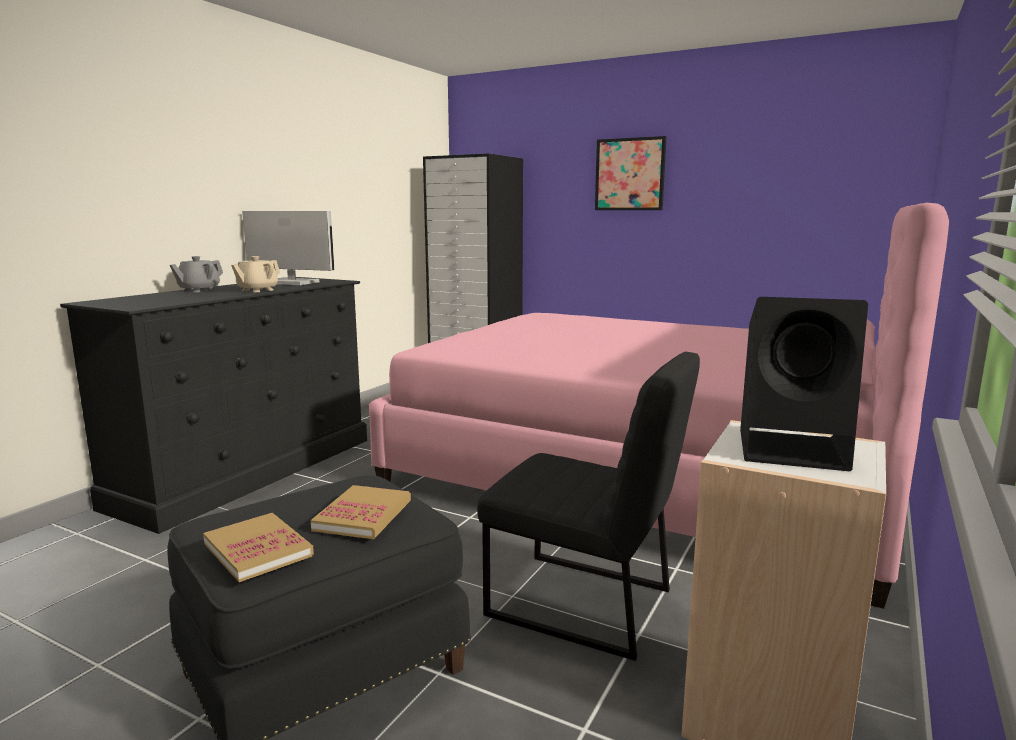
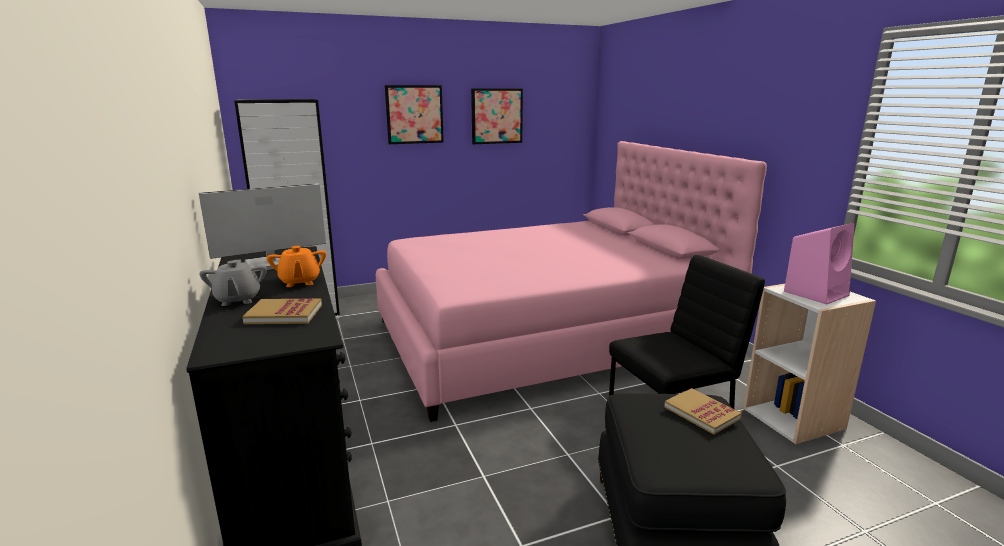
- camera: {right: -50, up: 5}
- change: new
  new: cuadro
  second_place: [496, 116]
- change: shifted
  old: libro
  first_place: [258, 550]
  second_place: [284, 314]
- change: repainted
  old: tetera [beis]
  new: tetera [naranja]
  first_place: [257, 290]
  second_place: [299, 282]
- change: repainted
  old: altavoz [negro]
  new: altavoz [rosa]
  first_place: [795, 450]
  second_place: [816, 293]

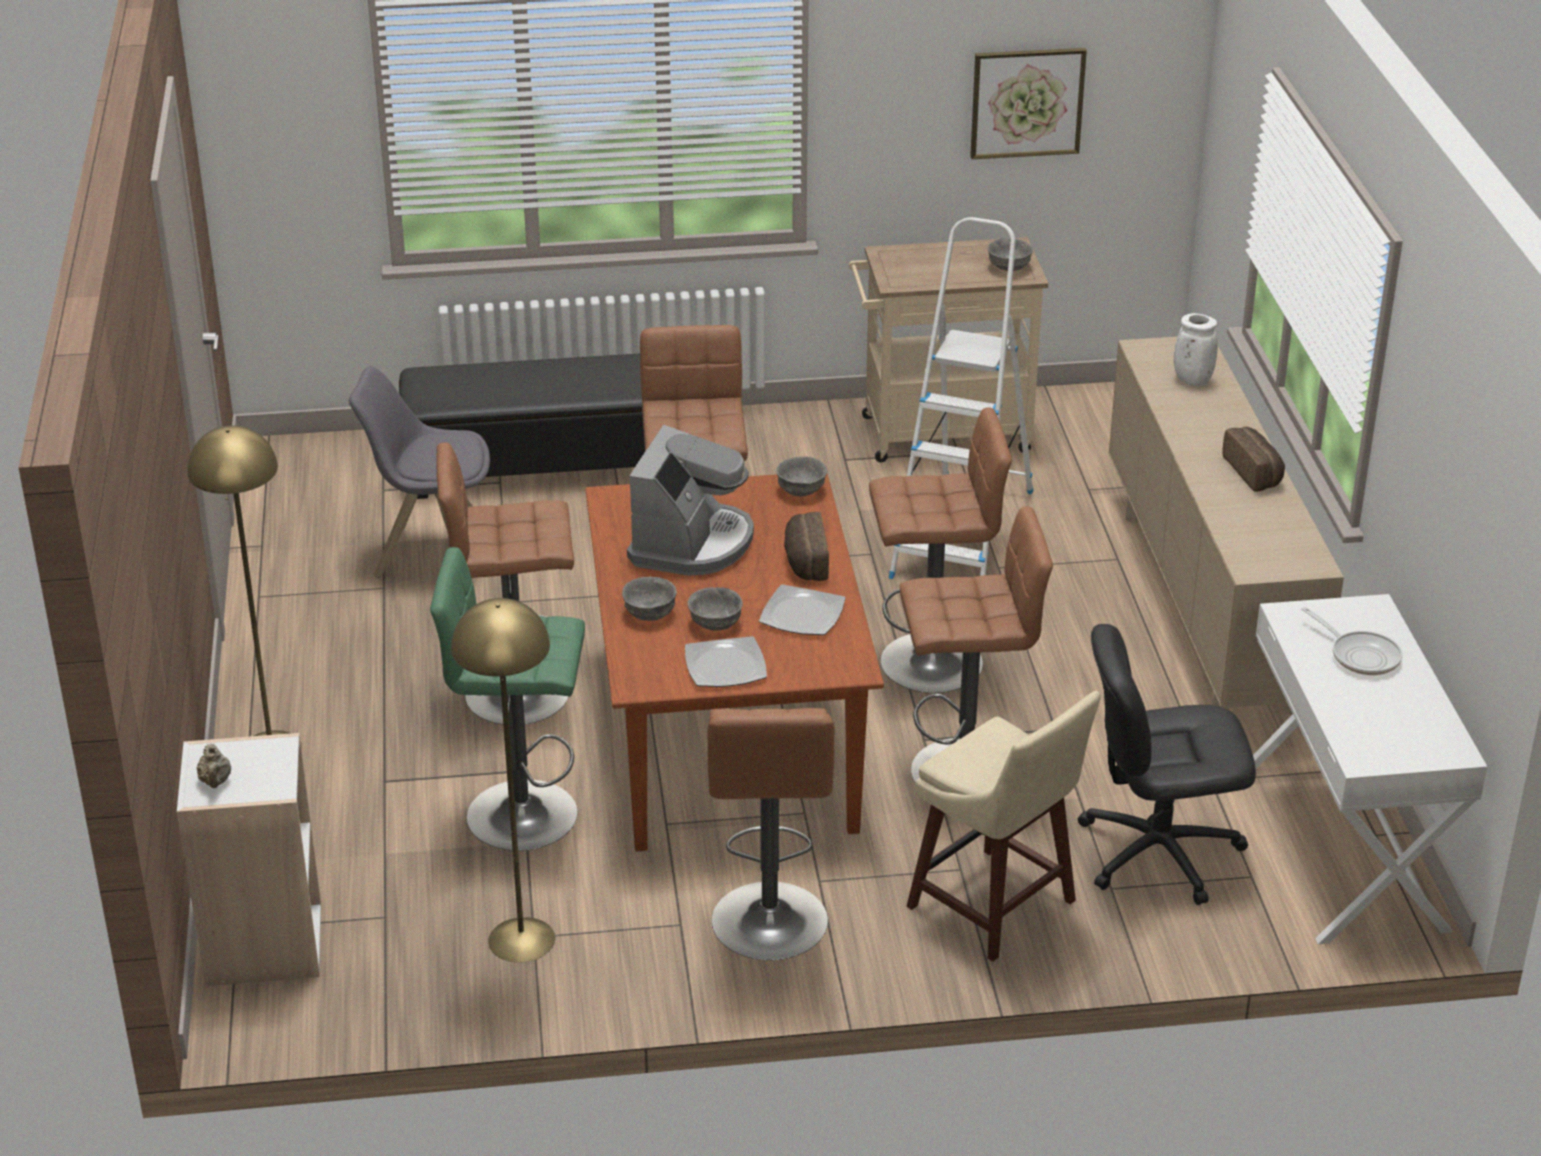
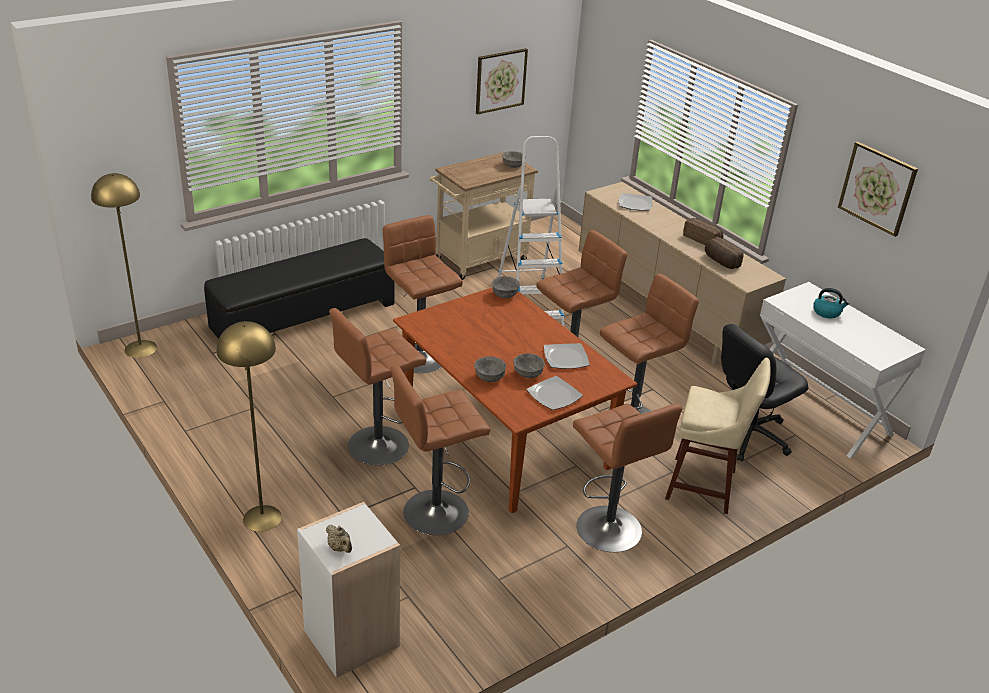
- camera: {right: -30, up: 0}
- change: gone
  old: silla [gris]
  first_place: [432, 555]
- change: gone
  old: cafetera
  first_place: [692, 543]
- change: new
  new: cuadro
  second_place: [877, 188]
- change: shifted
  old: lámpara de pie [amarillo]
  first_place: [521, 939]
  second_place: [140, 348]
- change: shifted
  old: pan
  first_place: [804, 561]
  second_place: [720, 261]
- change: swapped
  old: florero [blanco]
  new: plato
  first_place: [1191, 381]
  second_place: [635, 204]
- change: swapped
  old: sartén
  new: hervidor
  first_place: [1360, 655]
  second_place: [827, 312]
- change: repainted
  old: taburete [verde]
  new: taburete [marrón]
  first_place: [521, 814]
  second_place: [435, 512]

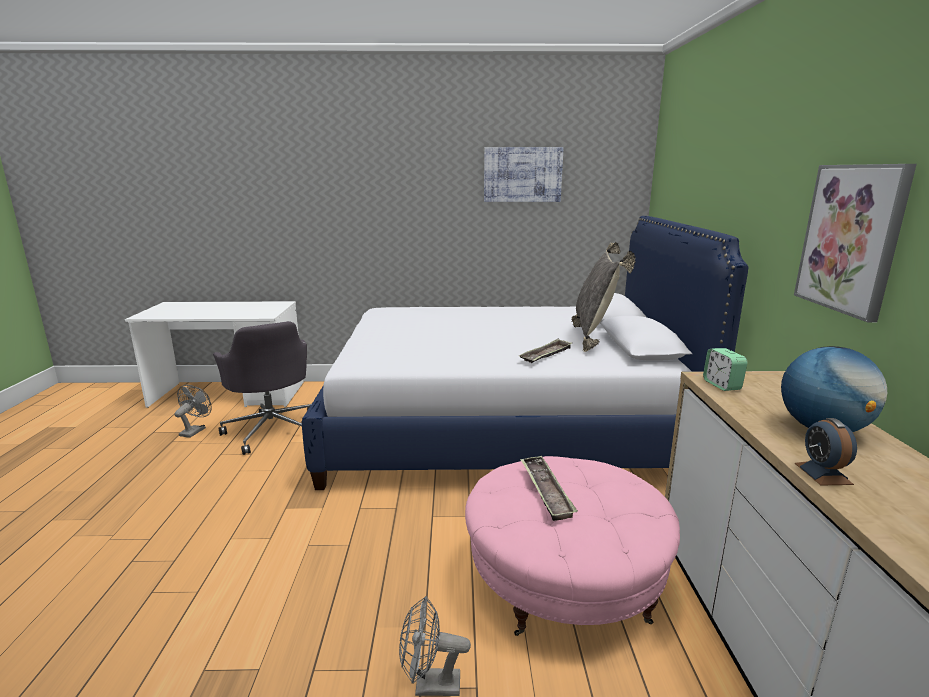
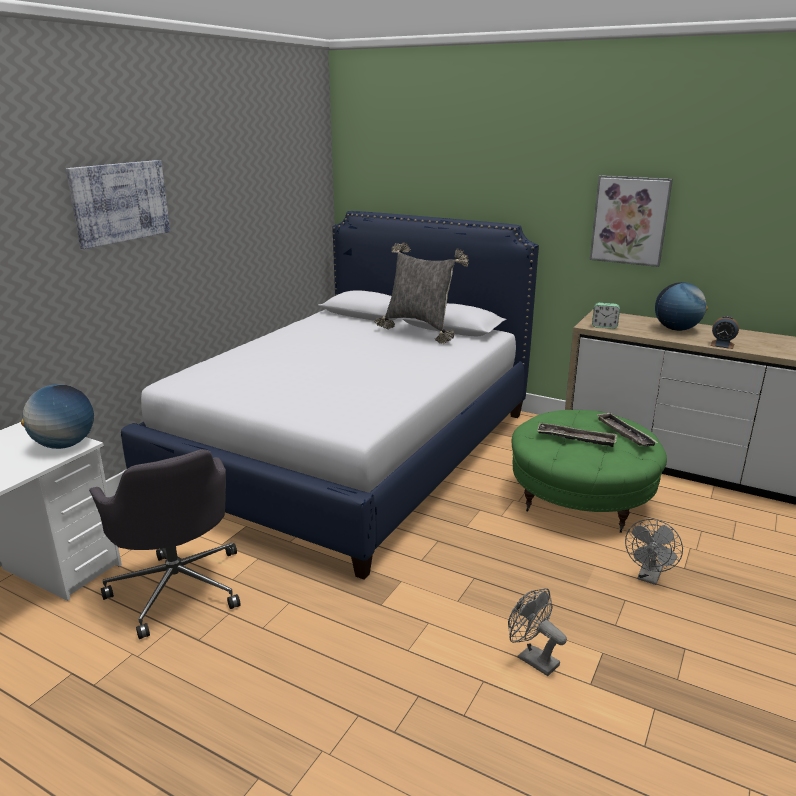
- camera: {right: -60, up: 5}
- change: new
  new: globo terráqueo
  second_place: [65, 445]
- change: shifted
  old: ventilador [gris]
  first_place: [195, 430]
  second_place: [532, 658]
- change: shifted
  old: cuadro
  first_place: [522, 175]
  second_place: [120, 202]
- change: shifted
  old: bandeja
  first_place: [546, 355]
  second_place: [624, 433]
- change: repainted
  old: puf [rosa]
  new: puf [verde]
  first_place: [564, 581]
  second_place: [581, 498]
- change: rotated
  old: silla de oficina [gris]
  first_place: [272, 429]
  second_place: [178, 586]
  degrees: 60

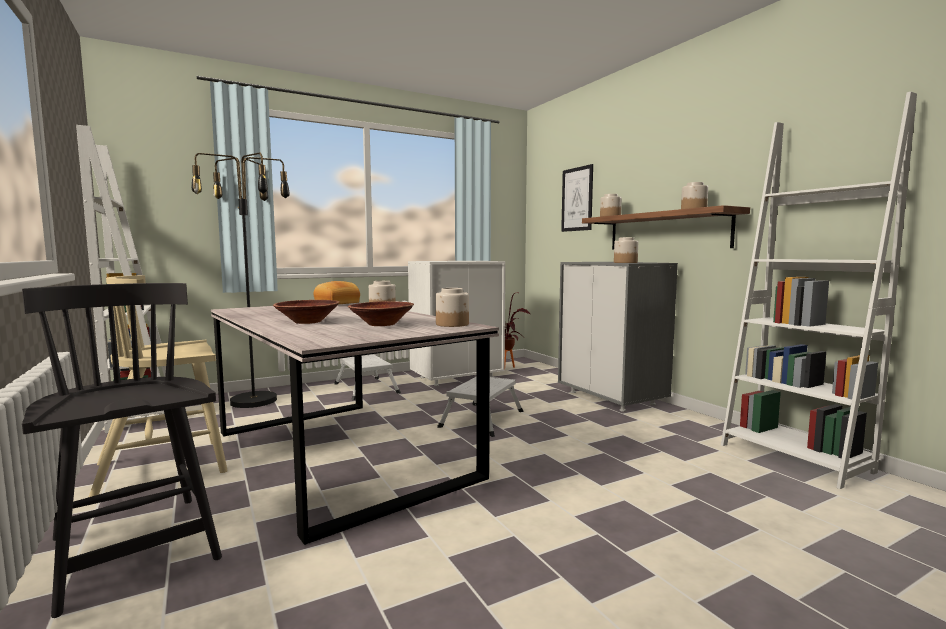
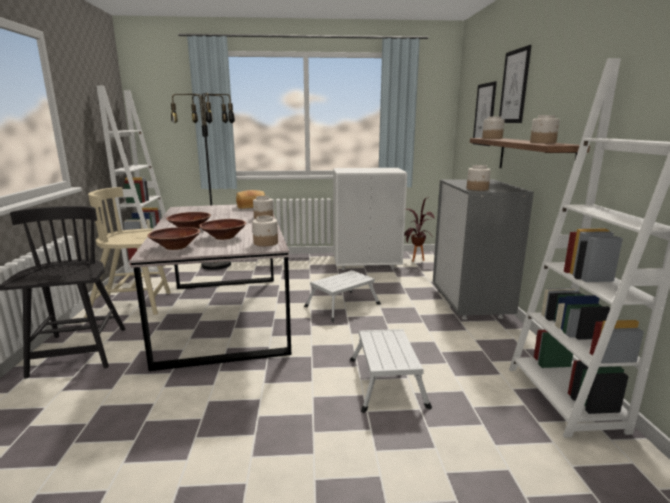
- camera: {right: 25, up: 10}
- change: new
  new: cuenco [marrón]
  second_place: [176, 247]
- change: new
  new: cuadro
  second_place: [514, 86]
- change: shifted
  old: escalera de tijera [blanco]
  first_place: [366, 388]
  second_place: [387, 382]

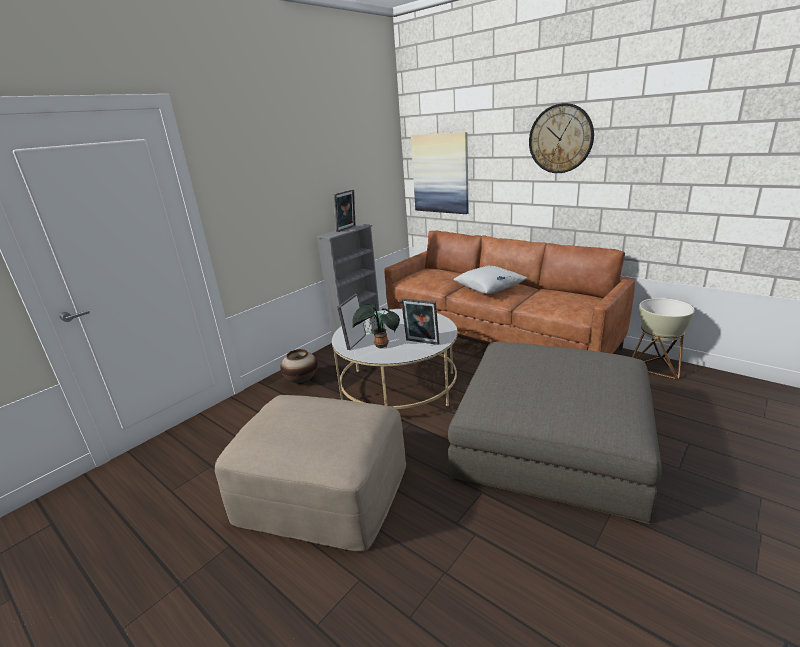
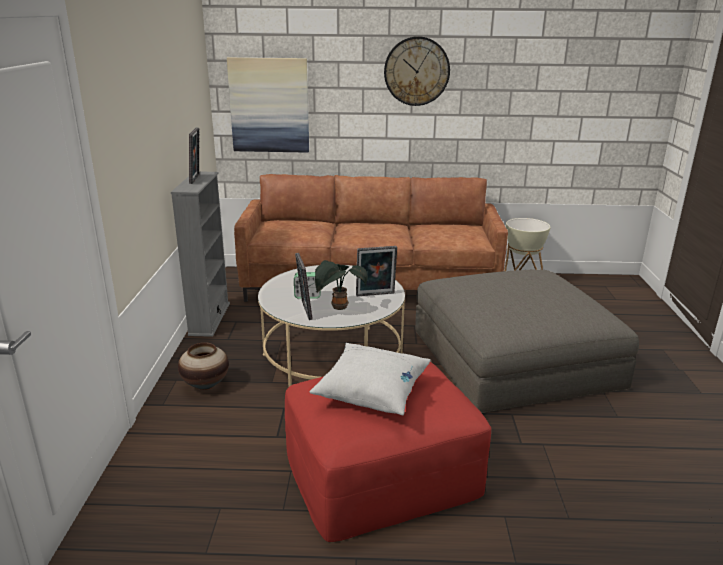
- camera: {right: -40, up: 0}
- change: shifted
  old: cojín [gris]
  first_place: [489, 288]
  second_place: [371, 392]
- change: repainted
  old: puf [beis]
  new: puf [rojo]
  first_place: [321, 491]
  second_place: [382, 472]

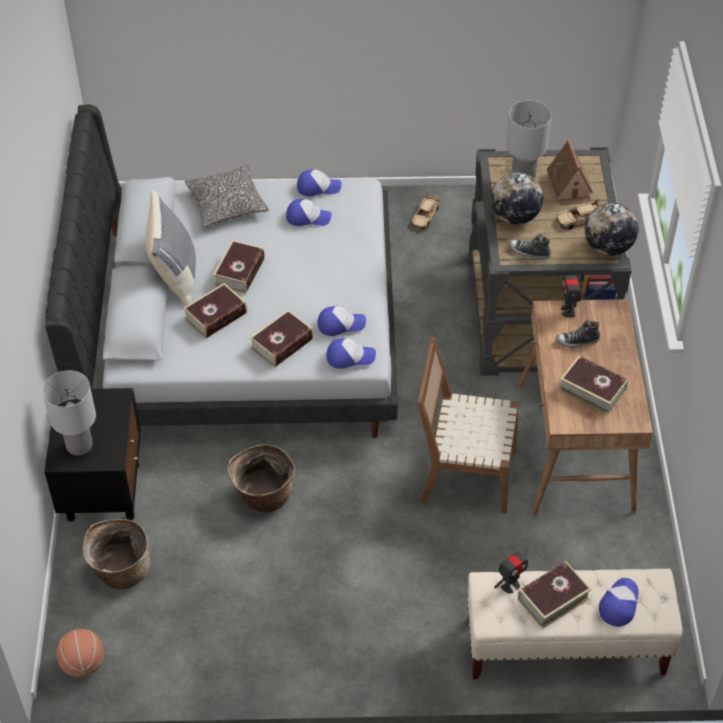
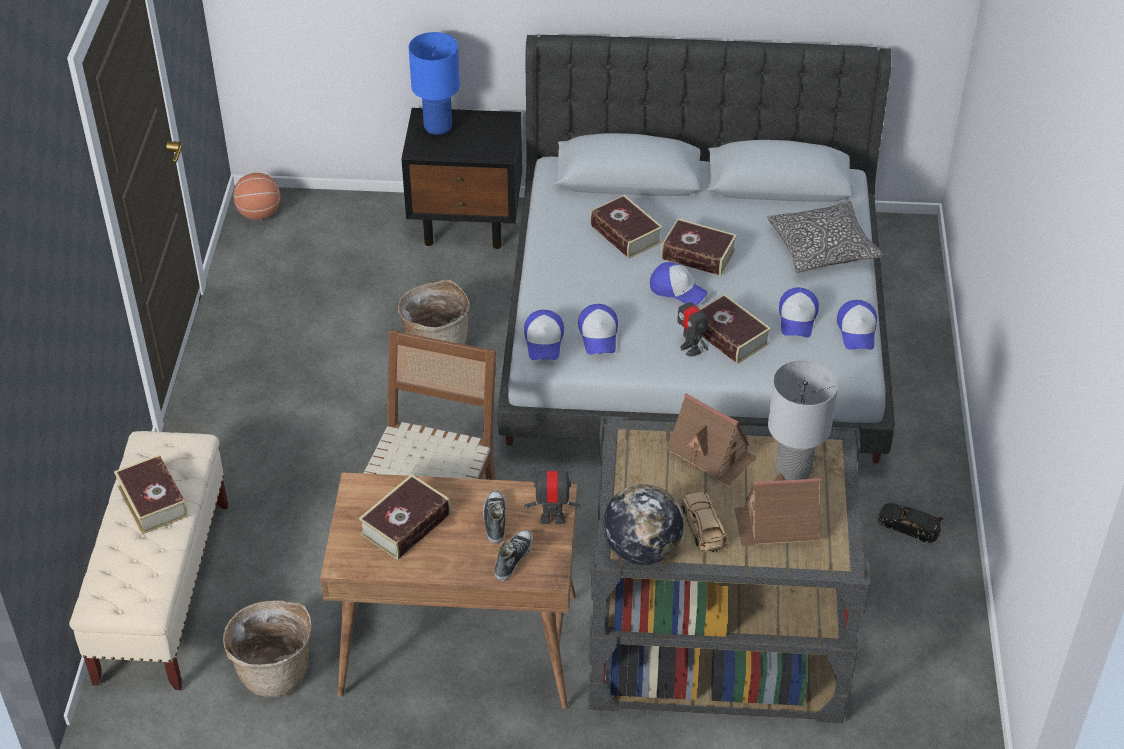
- camera: {right: 95, up: -5}
- change: gone
  old: cojín [gris]
  first_place: [174, 275]
- change: shifted
  old: cesta
  first_place: [120, 570]
  second_place: [275, 669]
- change: shifted
  old: libro
  first_place: [282, 344]
  second_place: [729, 336]
- change: shifted
  old: robot de juguete
  first_place: [510, 585]
  second_place: [691, 349]
- change: shifted
  old: zapato
  first_place: [529, 252]
  second_place: [513, 558]
- change: shifted
  old: gorra
  first_place: [619, 604]
  second_place: [677, 289]
- change: swapped
  old: globo terráqueo
  new: casita
  first_place: [515, 217]
  second_place: [711, 454]
- change: repainted
  old: lámpara de mesa [gris]
  new: lámpara de mesa [azul]
  first_place: [79, 447]
  second_place: [437, 129]
- change: repainted
  old: coche de juguete [beis]
  new: coche de juguete [negro]
  first_place: [425, 216]
  second_place: [909, 526]

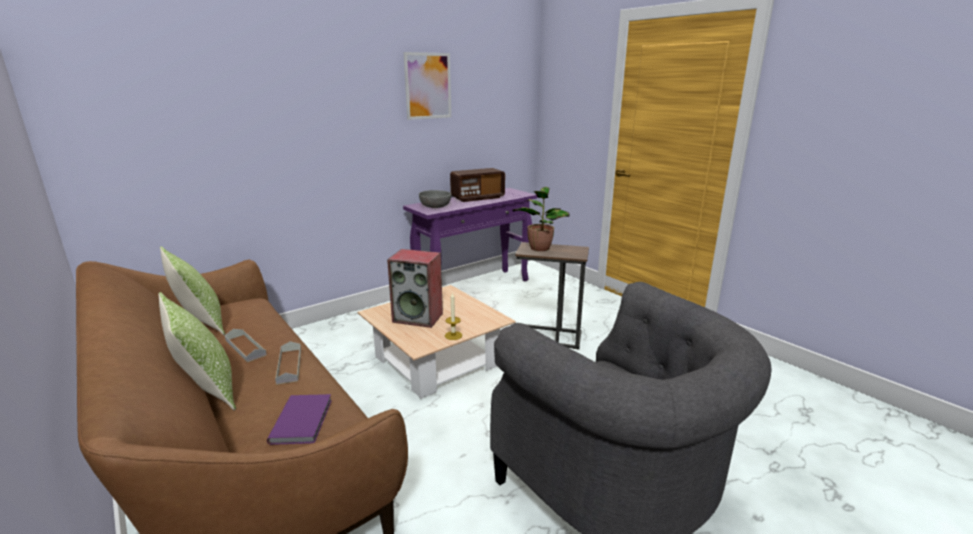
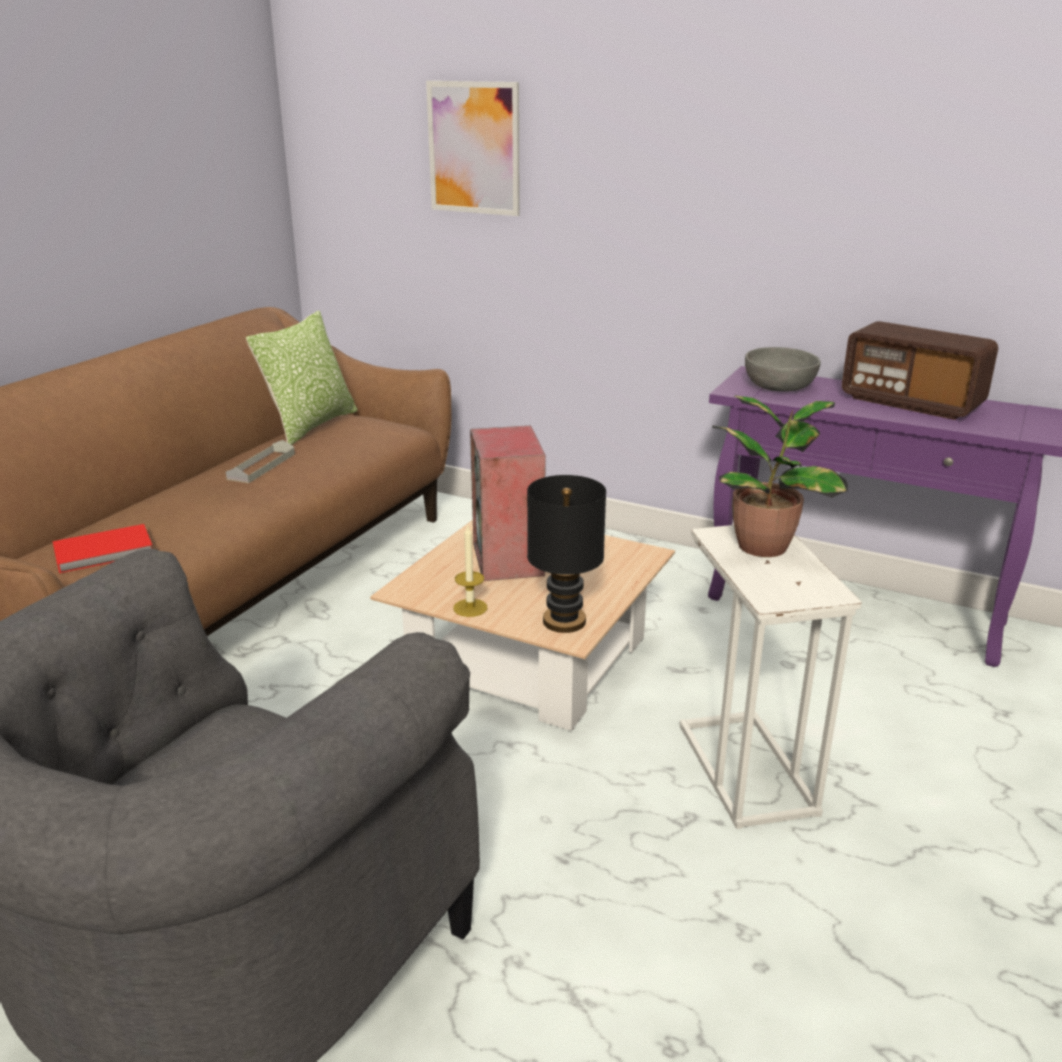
- camera: {right: 65, up: 5}
- change: gone
  old: cojín
  first_place: [207, 390]
- change: gone
  old: bandeja [gris]
  first_place: [289, 365]
- change: new
  new: lámpara de mesa [negro]
  second_place: [563, 621]
- change: shifted
  old: cuadro
  first_place: [428, 86]
  second_place: [474, 148]
- change: repainted
  old: libro [morado]
  new: libro [rojo]
  first_place: [304, 420]
  second_place: [105, 552]
- change: repainted
  old: mesa auxiliar [marrón]
  new: mesa auxiliar [blanco]
  first_place: [549, 337]
  second_place: [747, 769]

